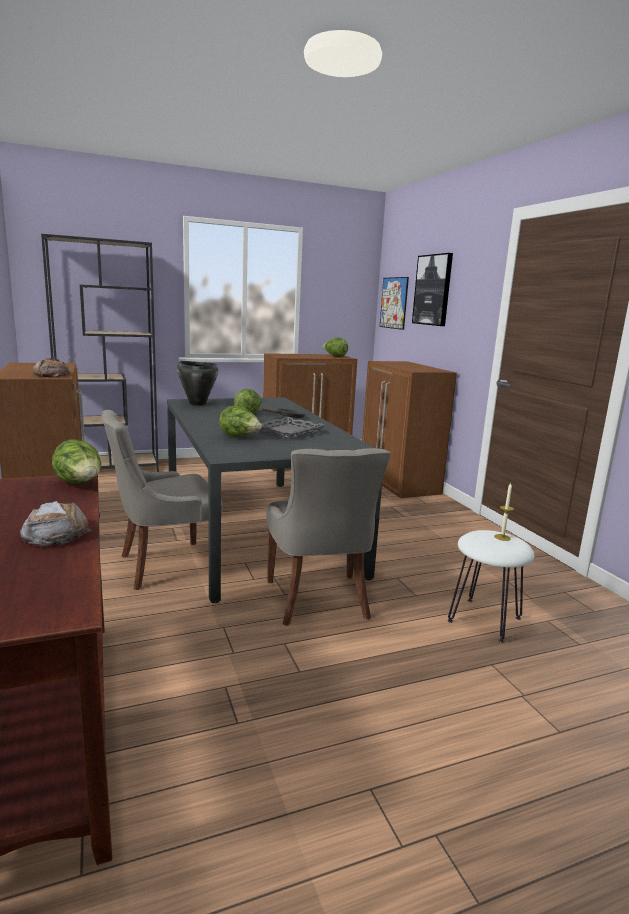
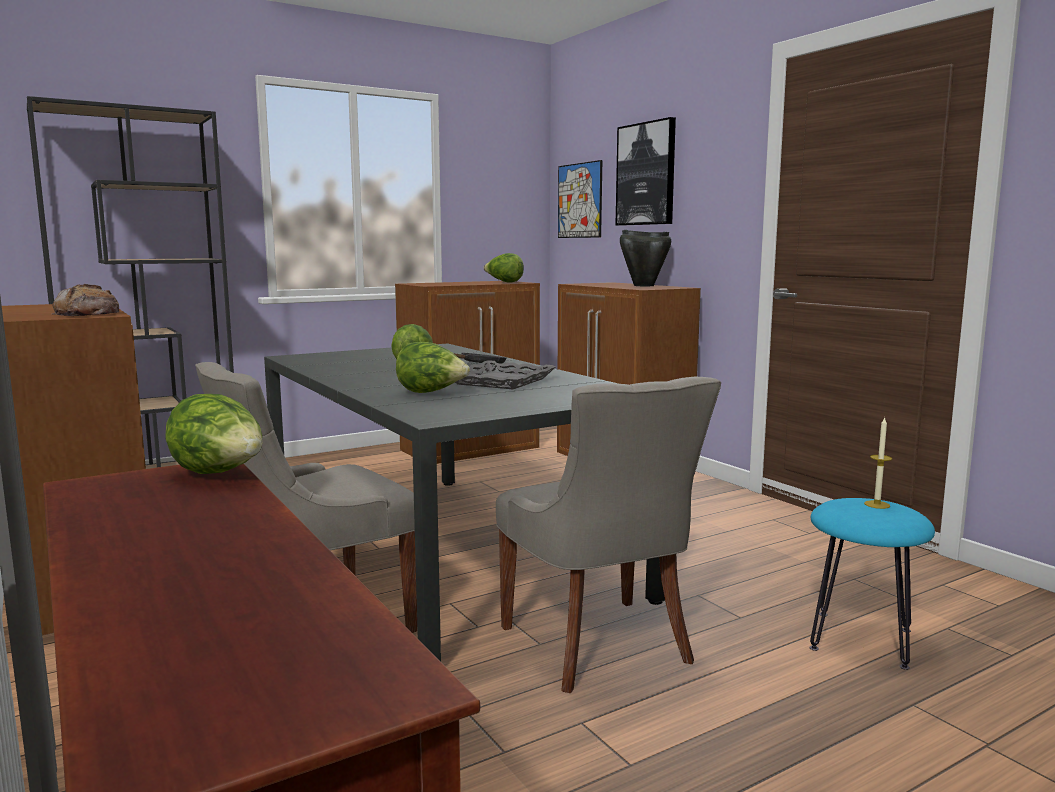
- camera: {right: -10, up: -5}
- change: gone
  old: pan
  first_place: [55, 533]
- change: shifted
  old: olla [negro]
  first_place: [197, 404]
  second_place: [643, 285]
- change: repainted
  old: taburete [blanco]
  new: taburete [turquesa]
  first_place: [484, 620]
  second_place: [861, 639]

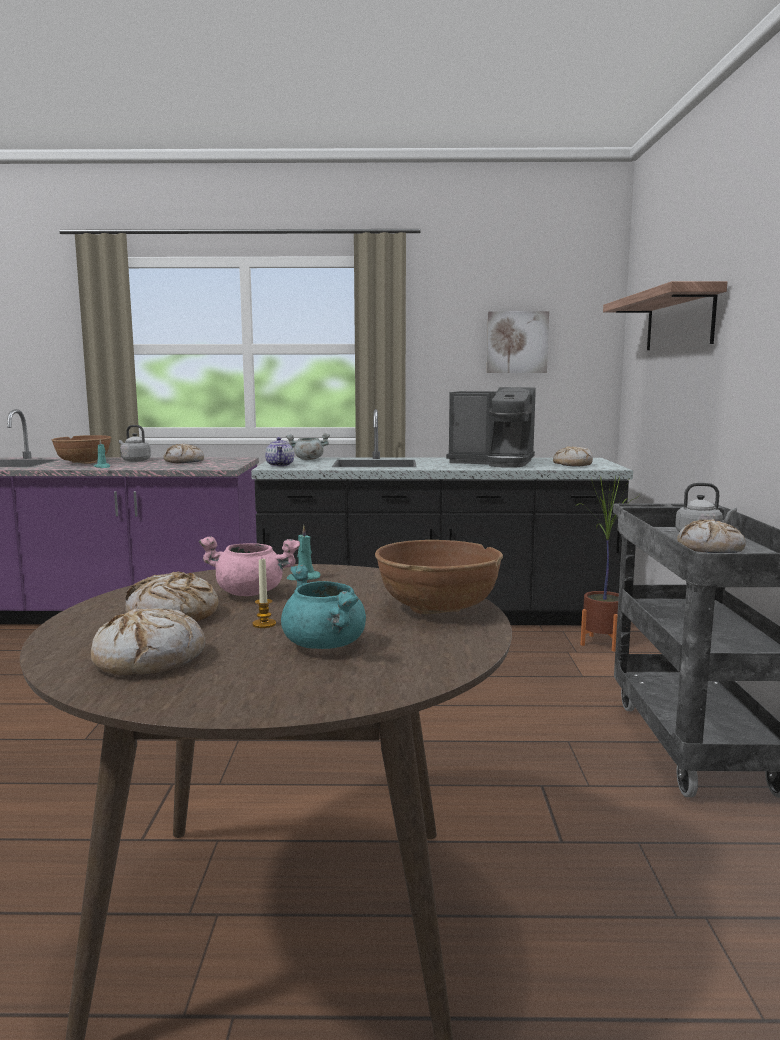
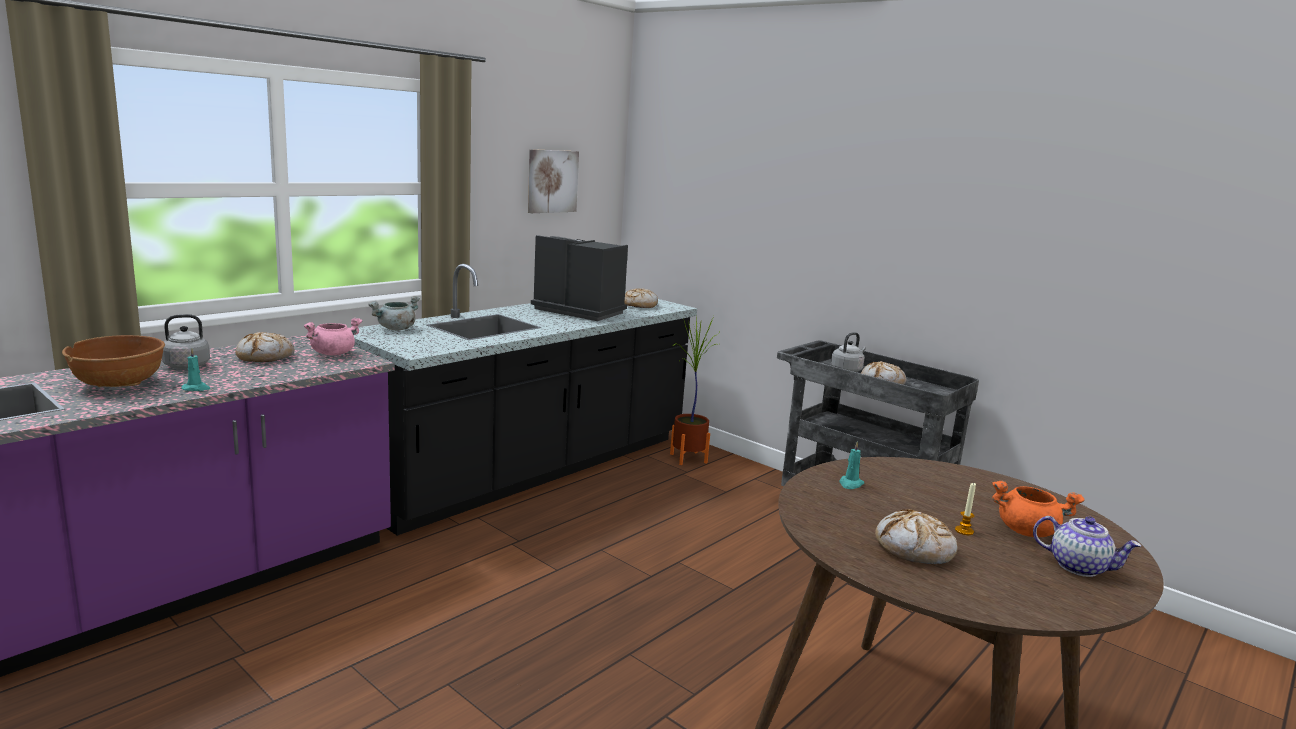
- camera: {right: -50, up: 5}
- change: gone
  old: pan
  first_place: [150, 659]
- change: gone
  old: cuenco [marrón]
  first_place: [438, 608]
- change: gone
  old: estante
  first_place: [679, 321]
- change: shifted
  old: olla [rosa]
  first_place: [251, 593]
  second_place: [333, 353]
- change: shifted
  old: tetera
  first_place: [280, 465]
  second_place: [1079, 567]
- change: repainted
  old: olla [turquesa]
  new: olla [naranja]
  first_place: [326, 645]
  second_place: [1027, 531]
- change: rotated
  old: cafetera
  first_place: [493, 463]
  second_place: [578, 311]
  degrees: -120

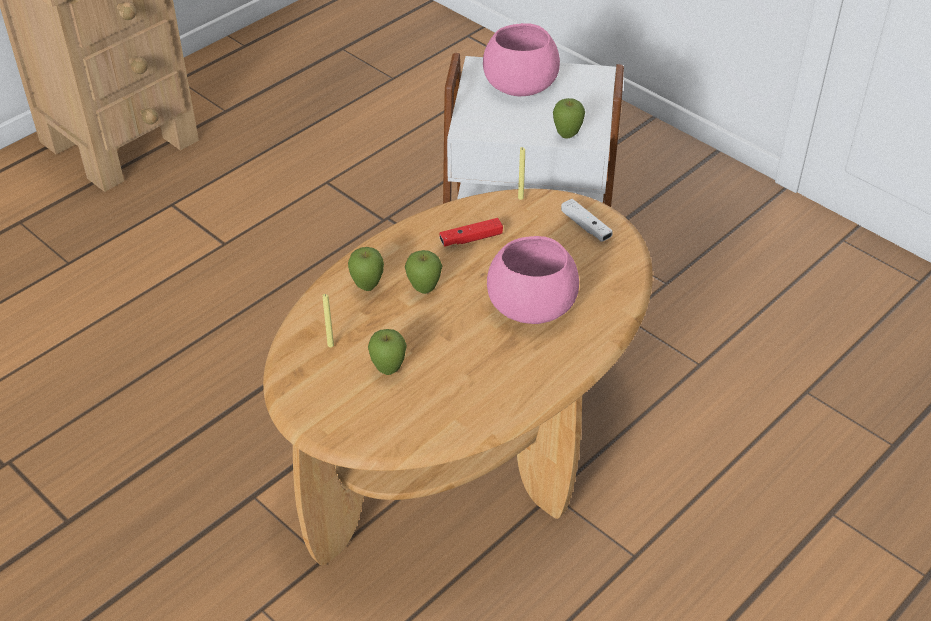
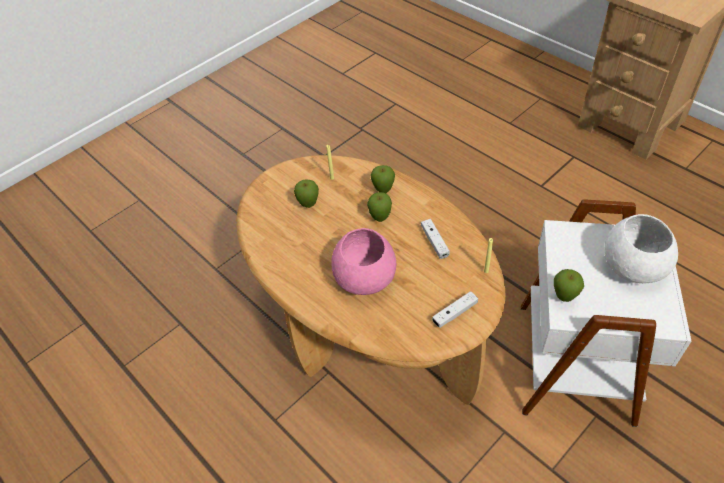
- camera: {right: 95, up: 5}
- change: repainted
  old: mando de consola [rojo]
  new: mando de consola [blanco]
  first_place: [471, 239]
  second_place: [434, 242]
- change: repainted
  old: cuenco [rosa]
  new: cuenco [blanco]
  first_place: [518, 85]
  second_place: [633, 264]

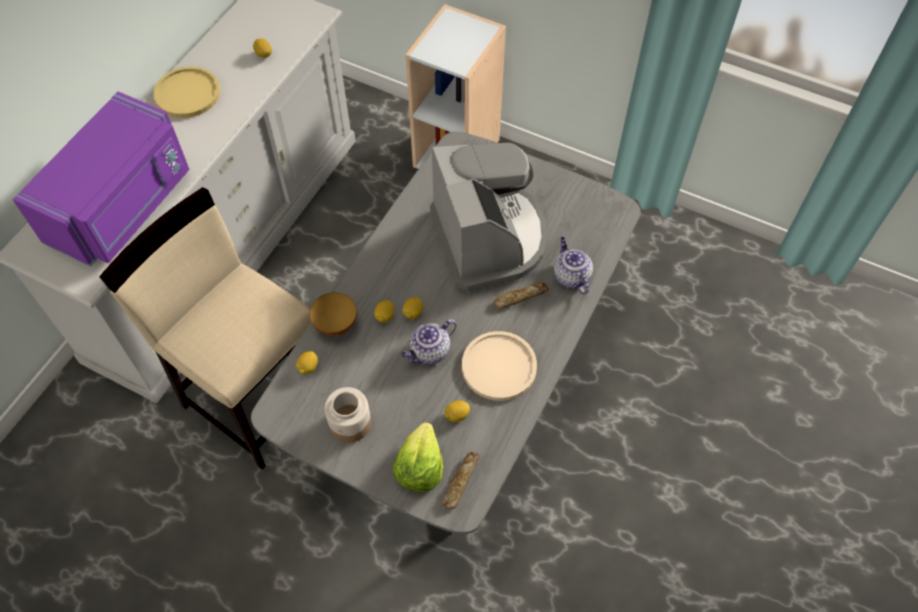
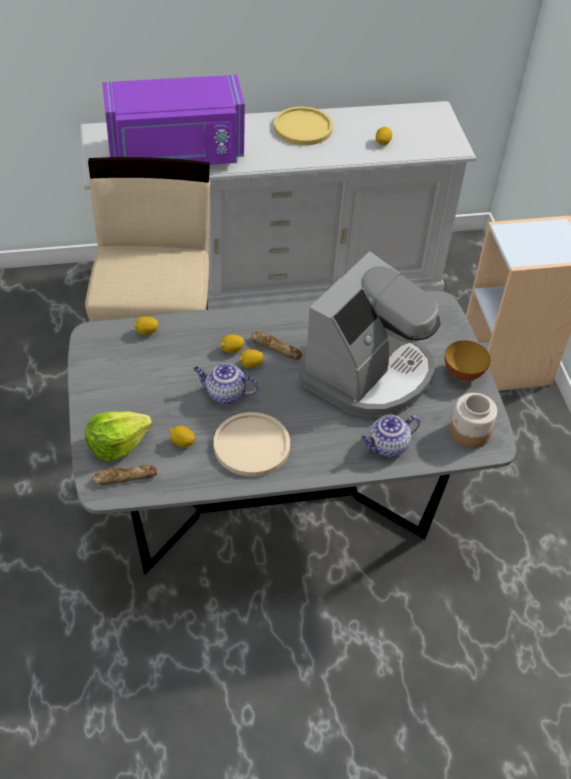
- camera: {right: 50, up: -10}
- change: shifted
  old: cuenco
  first_place: [336, 325]
  second_place: [463, 374]
- change: shifted
  old: tarro
  first_place: [350, 423]
  second_place: [469, 433]
- change: shifted
  old: pan
  first_place: [520, 297]
  second_place: [276, 348]
- change: rotated
  old: tetera
  first_place: [570, 276]
  second_place: [387, 447]
  degrees: -150

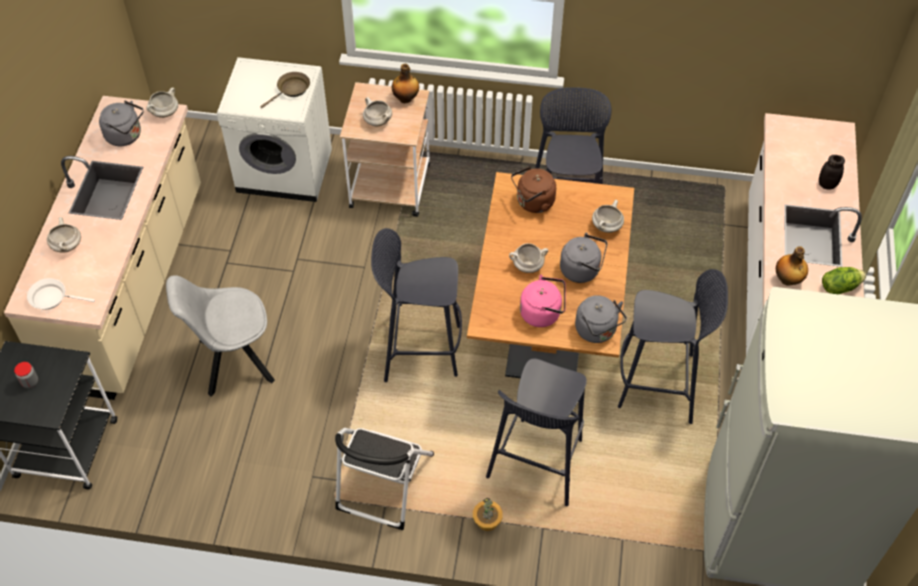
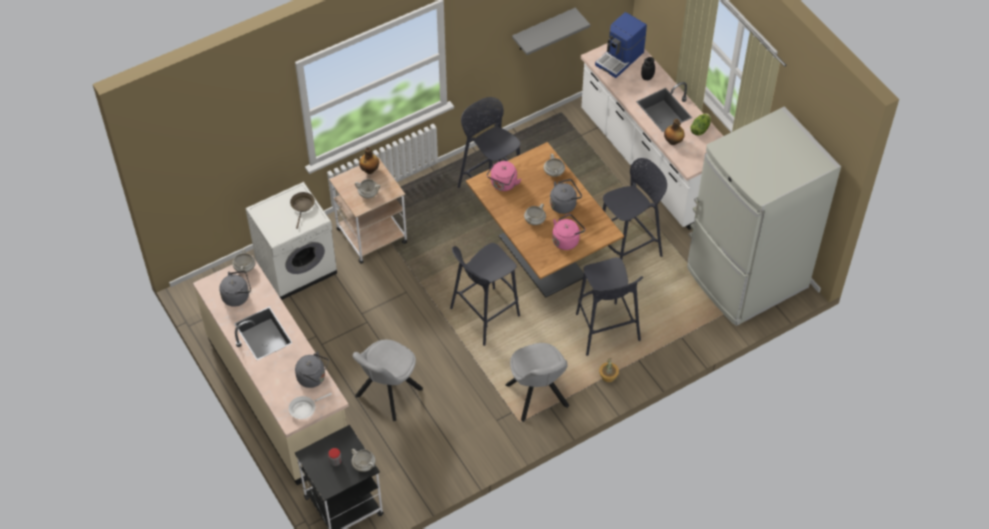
- camera: {right: -40, up: 0}
- change: new
  new: estante [gris]
  second_place: [543, 30]
- change: new
  new: cafetera
  second_place: [620, 59]
- change: shifted
  old: olla [blanco]
  first_place: [67, 246]
  second_place: [364, 465]
- change: shifted
  old: hervidor [gris]
  first_place: [597, 331]
  second_place: [313, 378]
- change: swapped
  old: escalera de tijera
  new: silla [gris]
  first_place: [383, 484]
  second_place: [537, 397]
- change: repainted
  old: hervidor [marrón]
  new: hervidor [rosa]
  first_place: [533, 203]
  second_place: [503, 184]

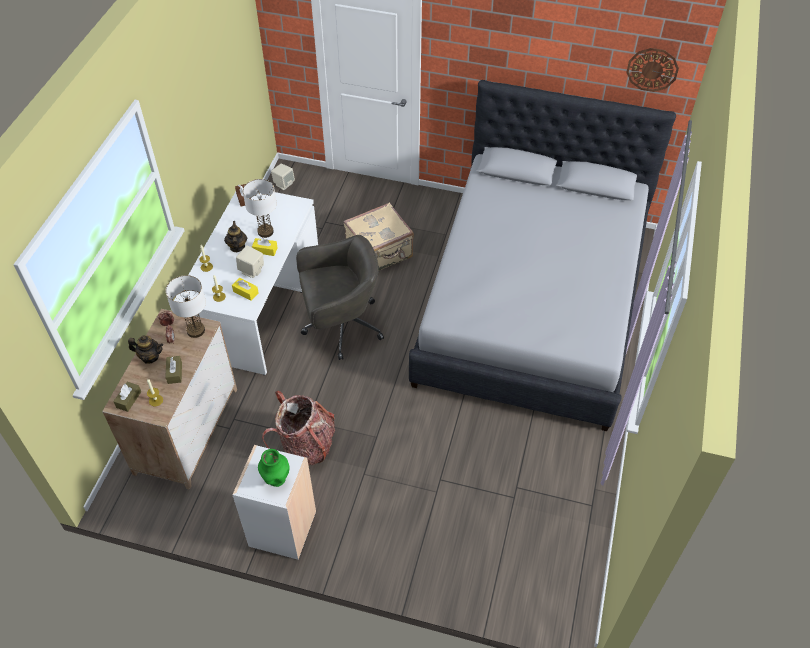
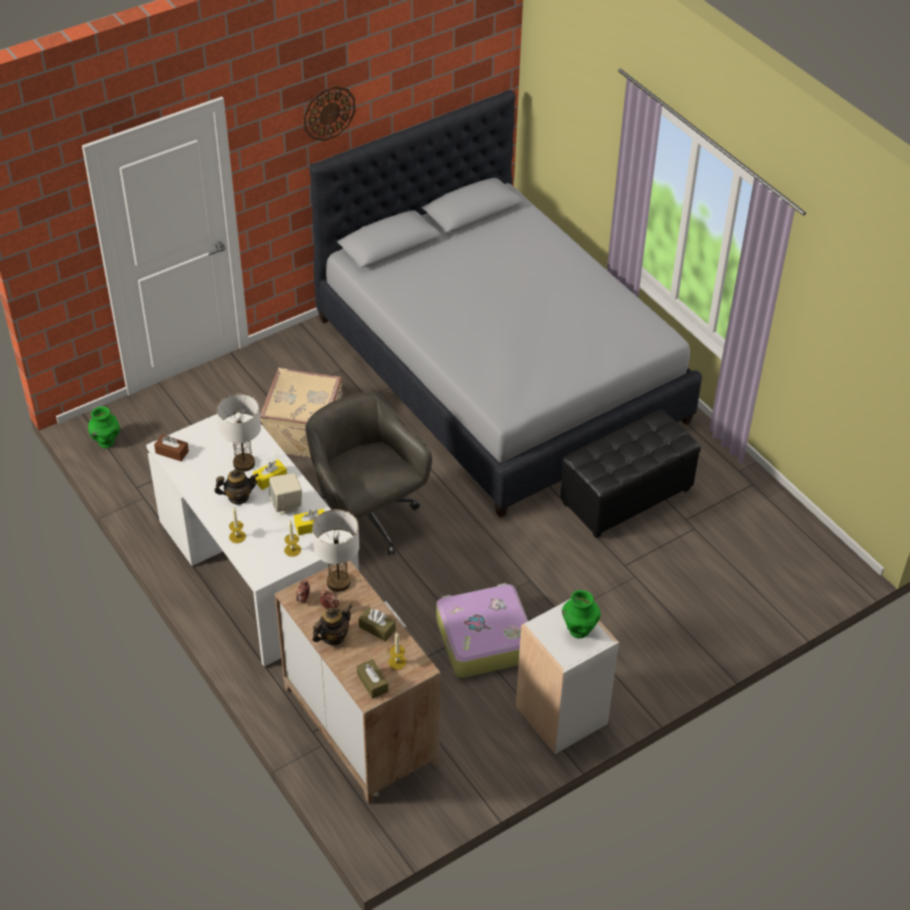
- camera: {right: -50, up: -5}
- change: new
  new: puf [negro]
  second_place: [625, 496]
- change: shifted
  old: reloj de pared
  first_place: [652, 69]
  second_place: [328, 113]
- change: swapped
  old: mochila
  new: maleta
  first_place: [306, 445]
  second_place: [483, 639]
- change: swapped
  old: altavoz [beis]
  new: florero [verde]
  first_place: [284, 184]
  second_place: [106, 442]
- change: rotated
  old: tetera
  first_place: [237, 247]
  second_place: [238, 497]
  degrees: 135
- change: rotated
  old: silla de oficina [gris]
  first_place: [341, 326]
  second_place: [365, 521]
  degrees: -60

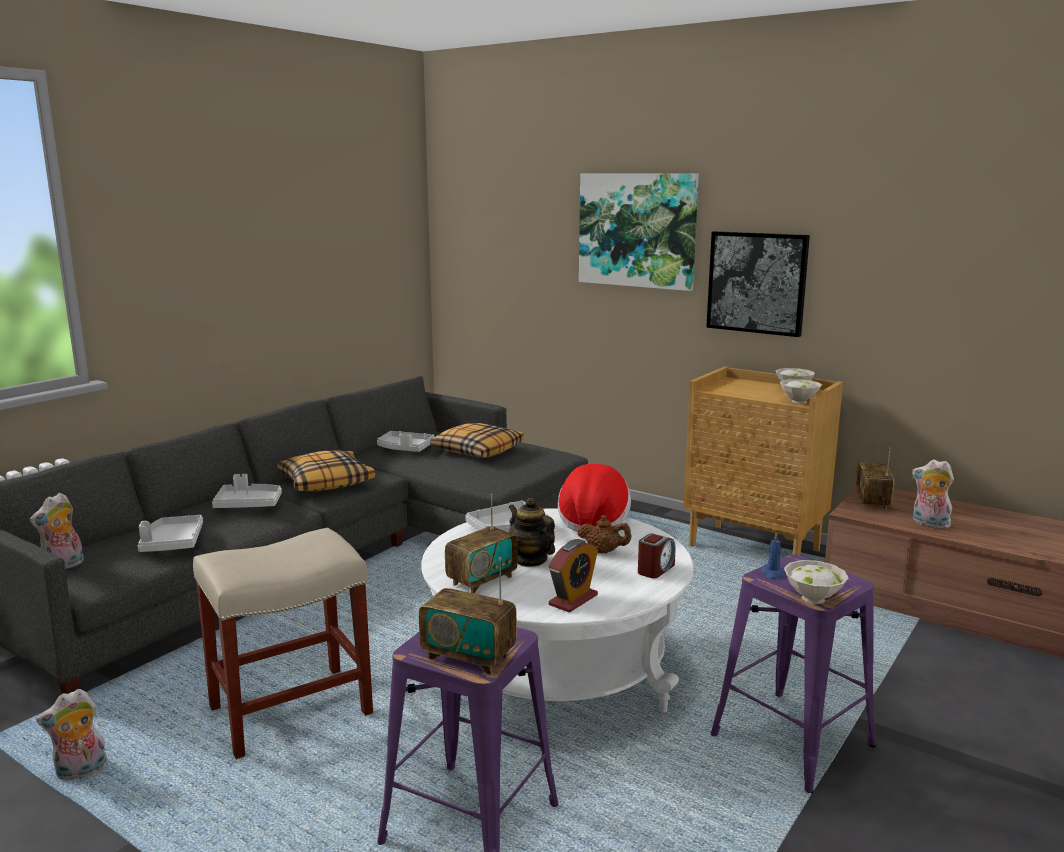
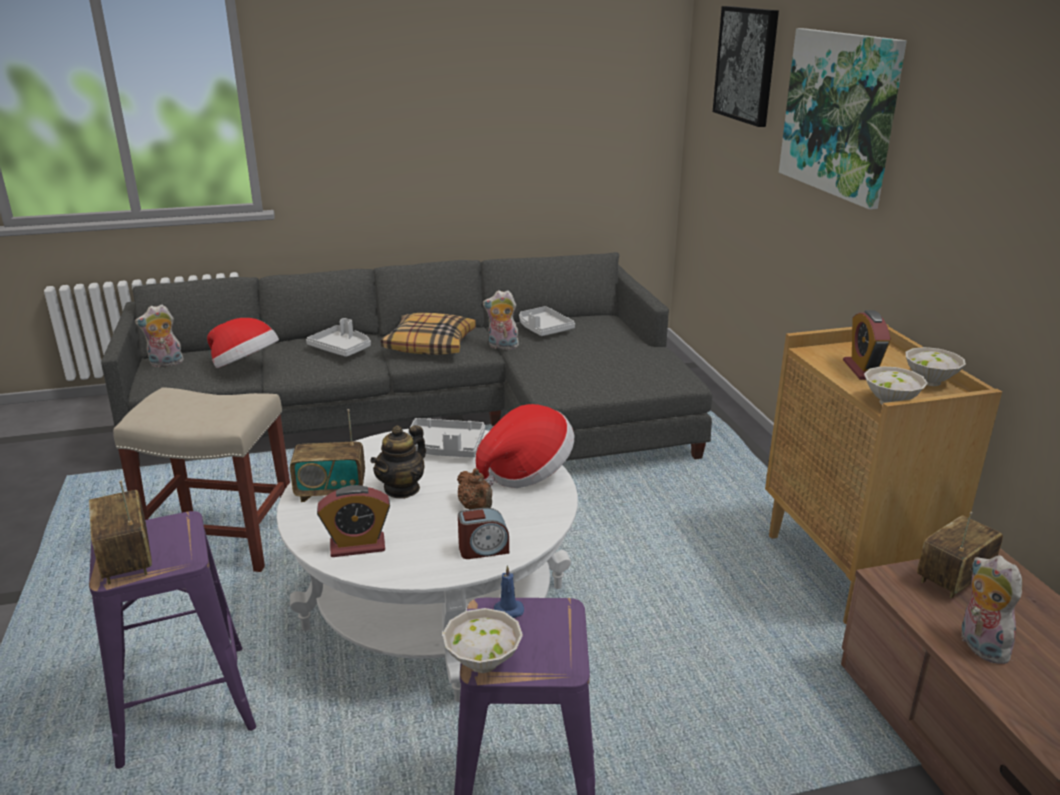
- camera: {right: 40, up: 10}
- change: gone
  old: cojín
  first_place: [477, 450]
- change: new
  new: despertador
  second_place: [863, 370]
- change: shifted
  old: peluche
  first_place: [81, 773]
  second_place: [502, 346]
- change: shifted
  old: cuadro
  first_place: [757, 282]
  second_place: [746, 64]
- change: swapped
  old: bandeja [gris]
  new: sombrero
  first_place: [172, 543]
  second_place: [246, 367]
- change: rotated
  old: tetera
  first_place: [530, 560]
  second_place: [402, 489]
  degrees: -150

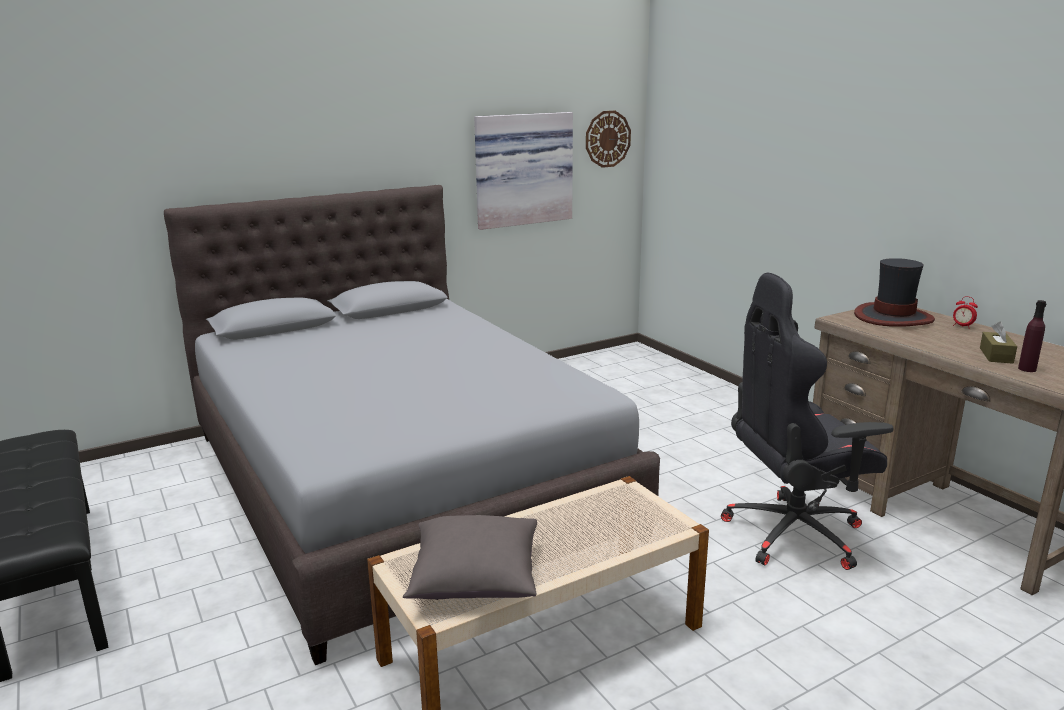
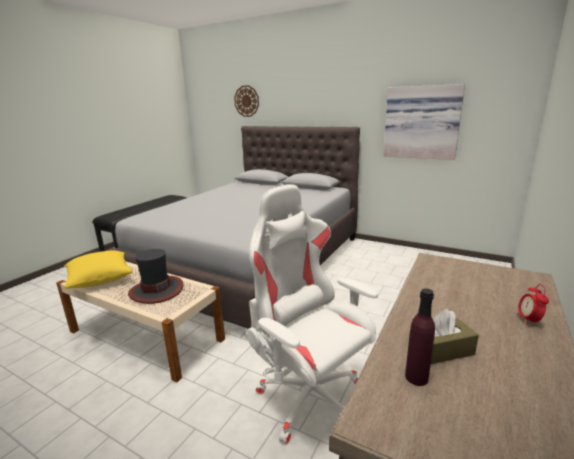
- camera: {right: 60, up: 0}
- change: shifted
  old: reloj de pared
  first_place: [607, 139]
  second_place: [246, 101]
- change: shifted
  old: sombrero
  first_place: [893, 317]
  second_place: [156, 290]
- change: repainted
  old: cojín [gris]
  new: cojín [amarillo]
  first_place: [474, 579]
  second_place: [100, 279]
- change: repainted
  old: silla de oficina [negro]
  new: silla de oficina [blanco]
  first_place: [795, 533]
  second_place: [312, 399]

